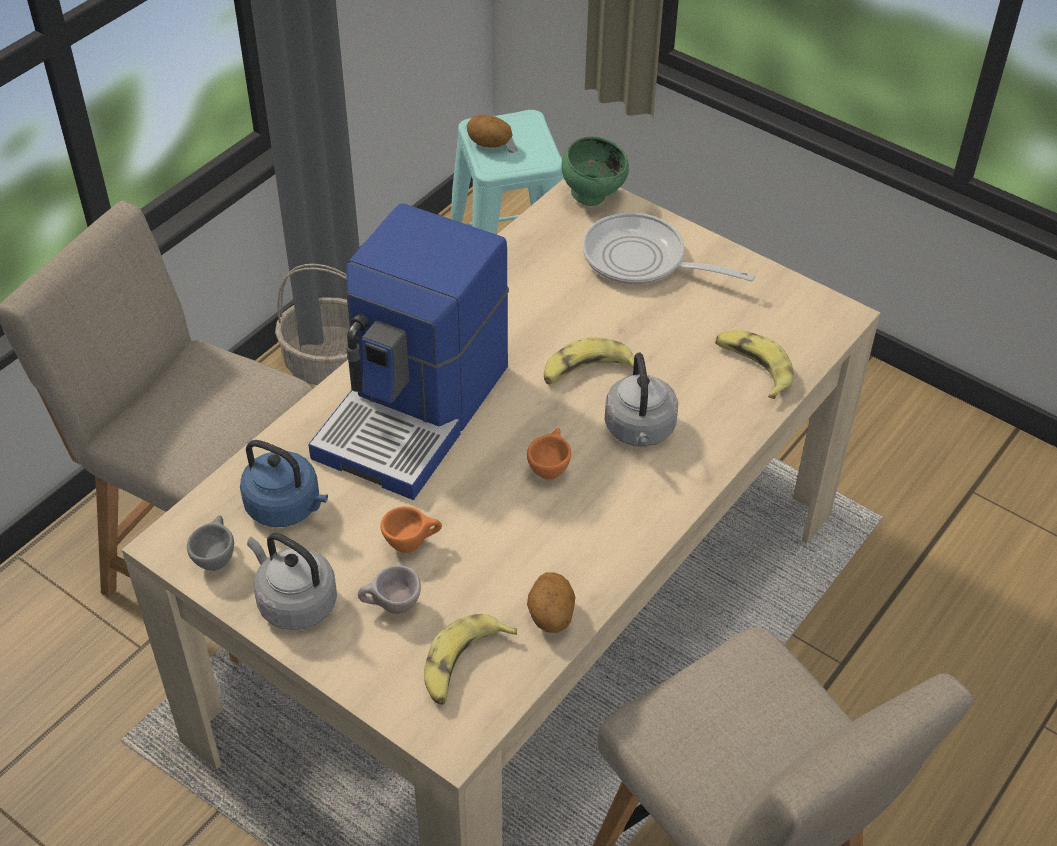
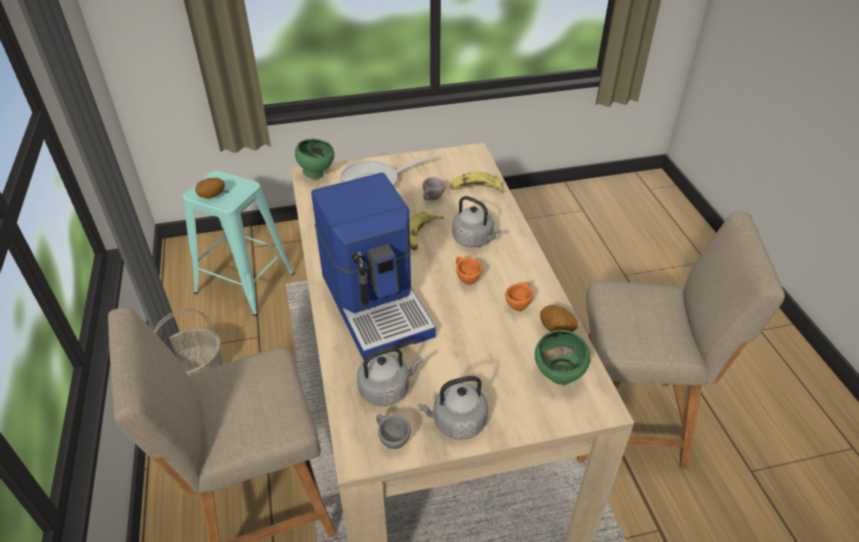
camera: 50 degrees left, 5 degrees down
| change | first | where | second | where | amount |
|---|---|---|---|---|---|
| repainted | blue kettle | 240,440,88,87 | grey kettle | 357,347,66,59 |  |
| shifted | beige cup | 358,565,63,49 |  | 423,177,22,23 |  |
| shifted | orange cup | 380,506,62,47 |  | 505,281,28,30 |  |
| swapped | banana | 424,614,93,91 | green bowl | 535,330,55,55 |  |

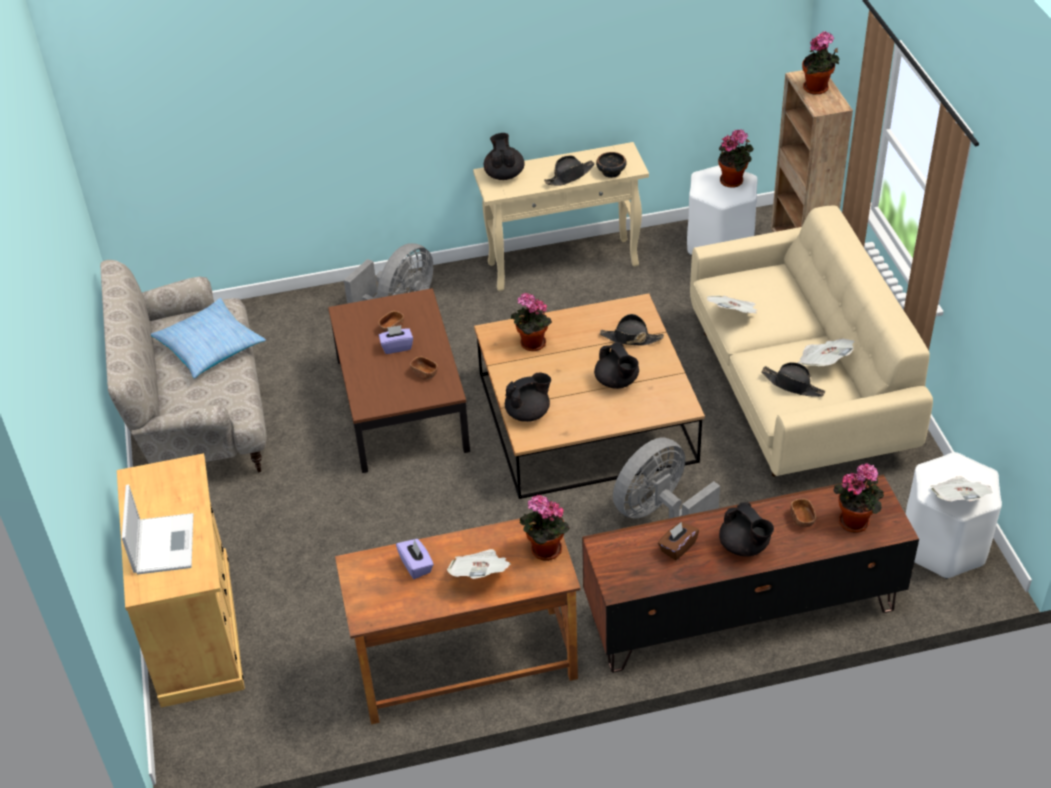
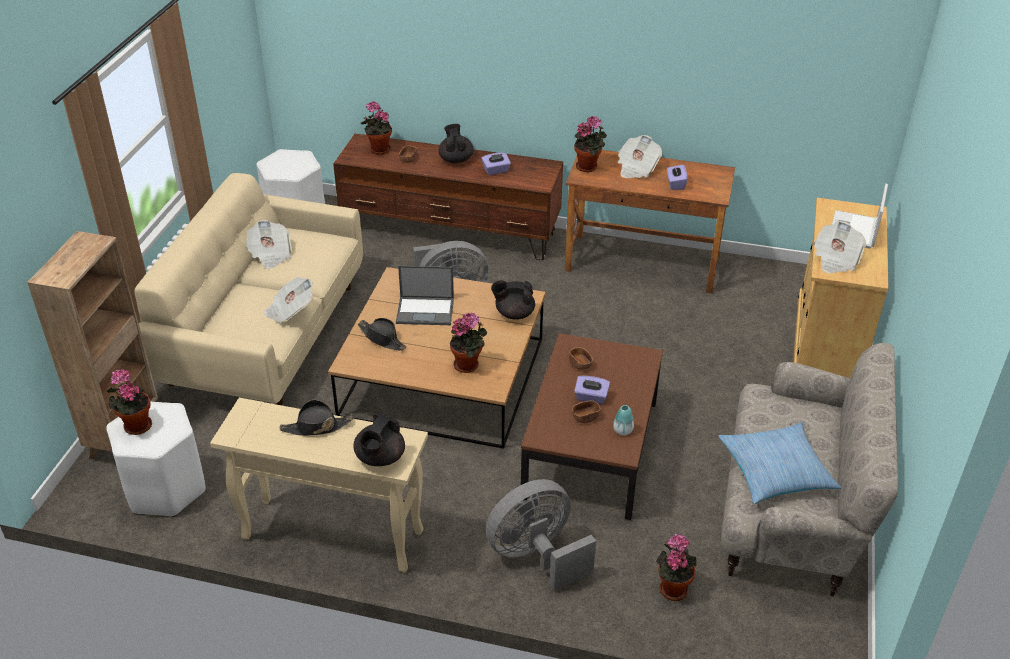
camera: 155 degrees left, 5 degrees down
| change | first | where | second | where | amount |
|---|---|---|---|---|---|
| swapped | black teapot | 594,342,45,47 | laptop | 396,266,58,59 |  |
| gone | bowl | 596,152,31,26 |  |  |  |
| repainted | brown tissue box | 658,522,41,38 | purple tissue box | 481,152,30,23 |  |
| gone | black hat | 761,362,64,35 |  |  |  |
| shifted | potted plant | 802,31,38,63 |  | 656,533,41,68 |  |
| shifted | newspaper | 930,476,63,25 |  | 814,221,52,52 |  |
| new |  |  | vase | 613,405,21,30 |  |

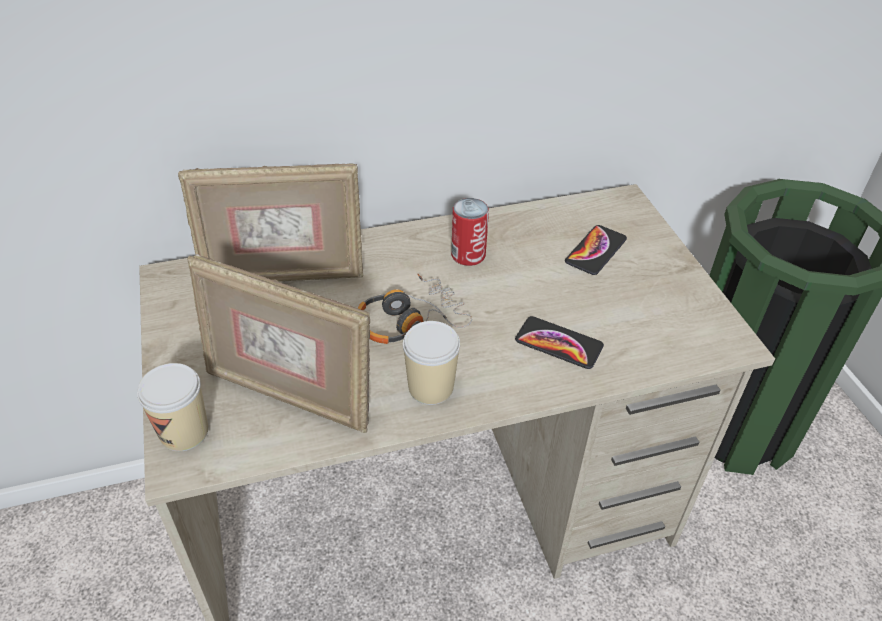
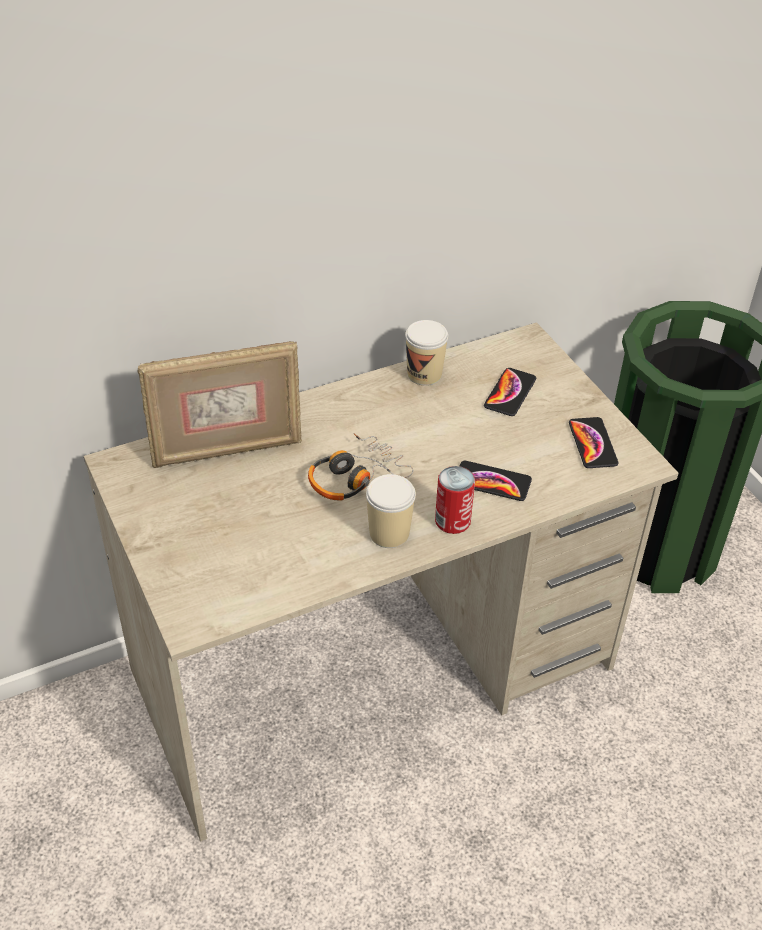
camera: 10 degrees left, 0 degrees up
| change | first | where | second | where | amount |
|---|---|---|---|---|---|
| shifted | cup | 137,363,71,89 |  | 405,320,43,66 |  |
| gone | picture frame | 187,254,183,179 |  |  |  |
| shifted | can | 451,198,38,68 |  | 435,466,40,68 |  |
| new |  |  | phone | 569,417,50,51 |  |

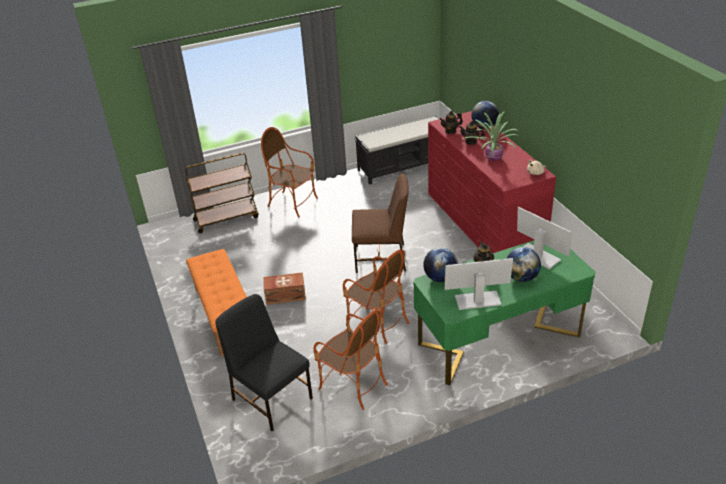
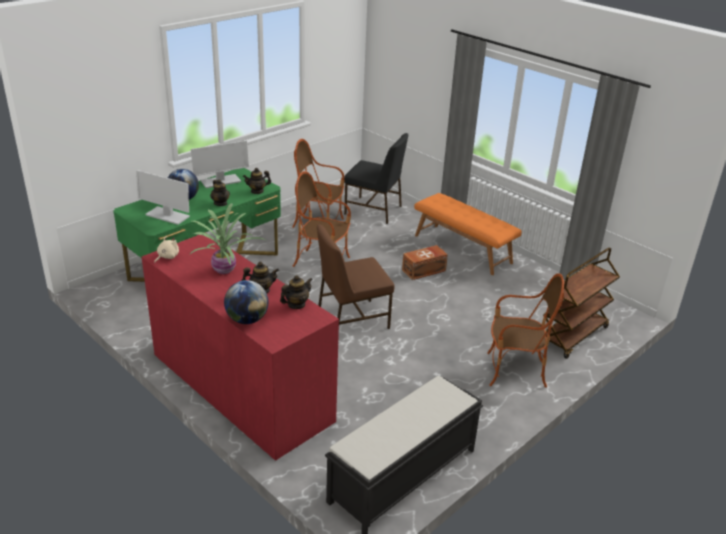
camera: 155 degrees right, 5 degrees down
| change | first | where | second | where | amount |
|---|---|---|---|---|---|
| swapped | globe | 423,248,35,34 | teapot | 243,168,28,26 |  |

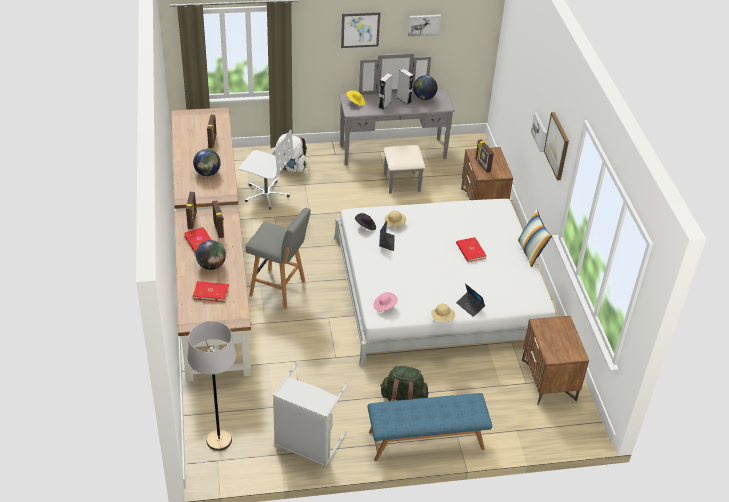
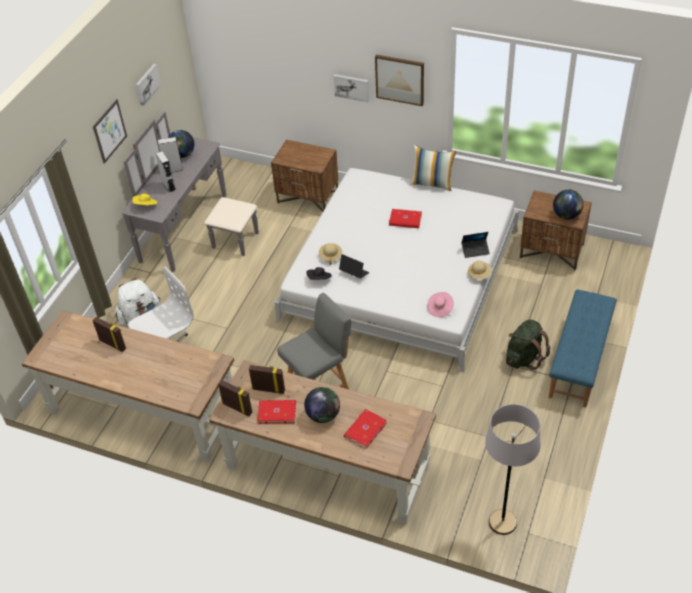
camera: 55 degrees left, 5 degrees up
| change | first | where | second | where | amount |
|---|---|---|---|---|---|
| shifted | globe | 193,149,28,27 |  | 553,190,31,29 |  |
| gone | grey laundry basket | 273,362,76,105 |  |  |  |
| gone | picture frame | 475,139,19,34 |  |  |  |

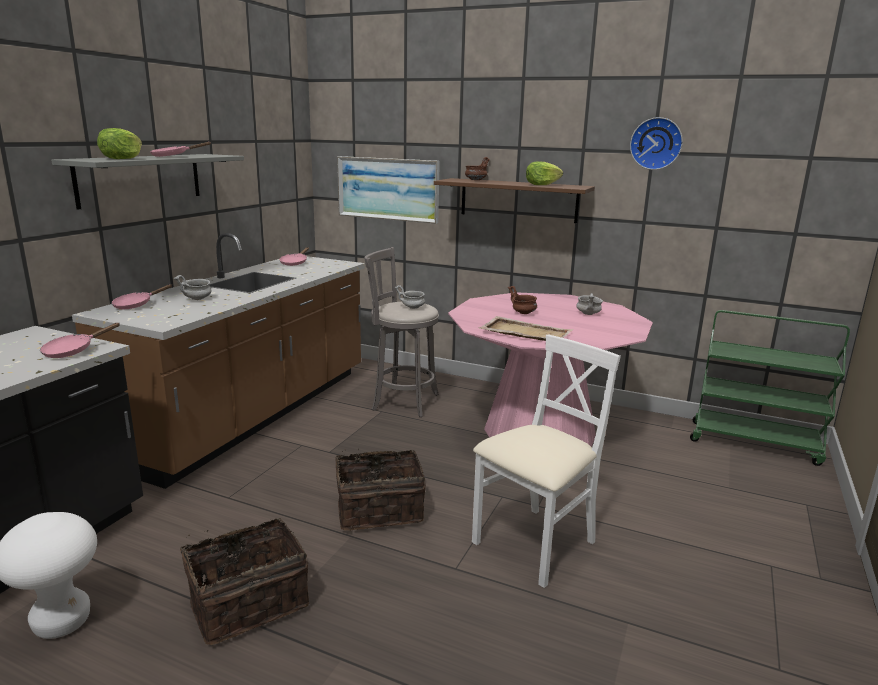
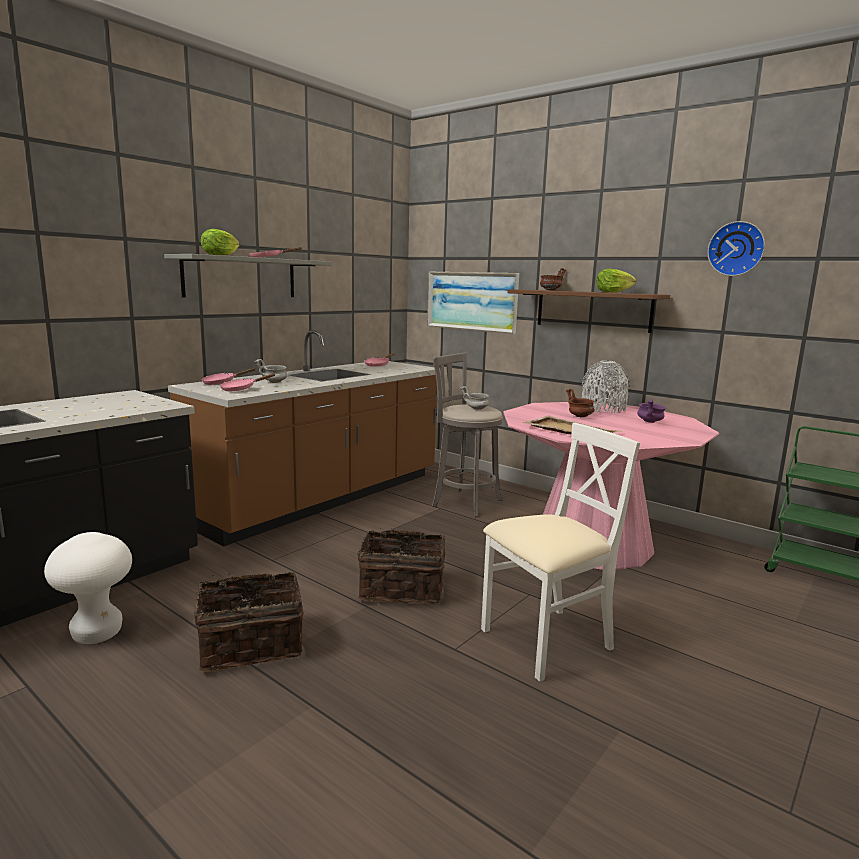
camera: 15 degrees right, 5 degrees down
| change | first | where | second | where | amount |
|---|---|---|---|---|---|
| shifted | pink frying pan | 40,323,80,35 |  | 220,373,55,18 |  |
| repainted | grey bowl | 576,293,27,22 | purple bowl | 637,399,29,24 |  |
| new |  |  | grey vase | 582,361,48,52 |  |

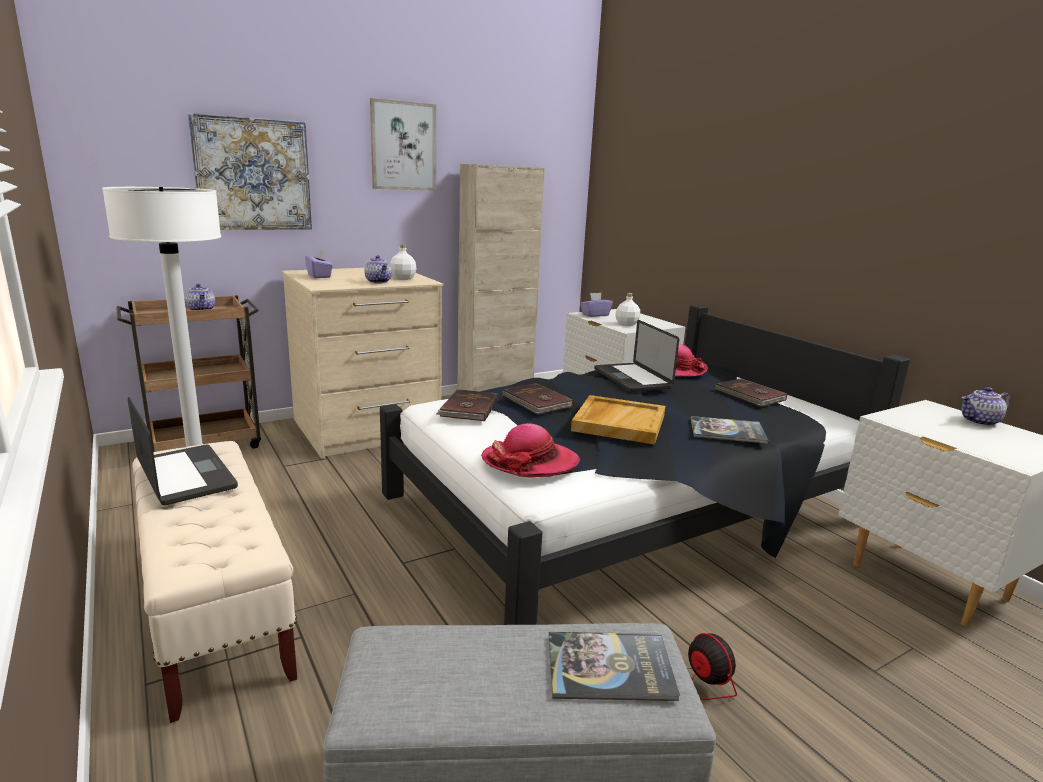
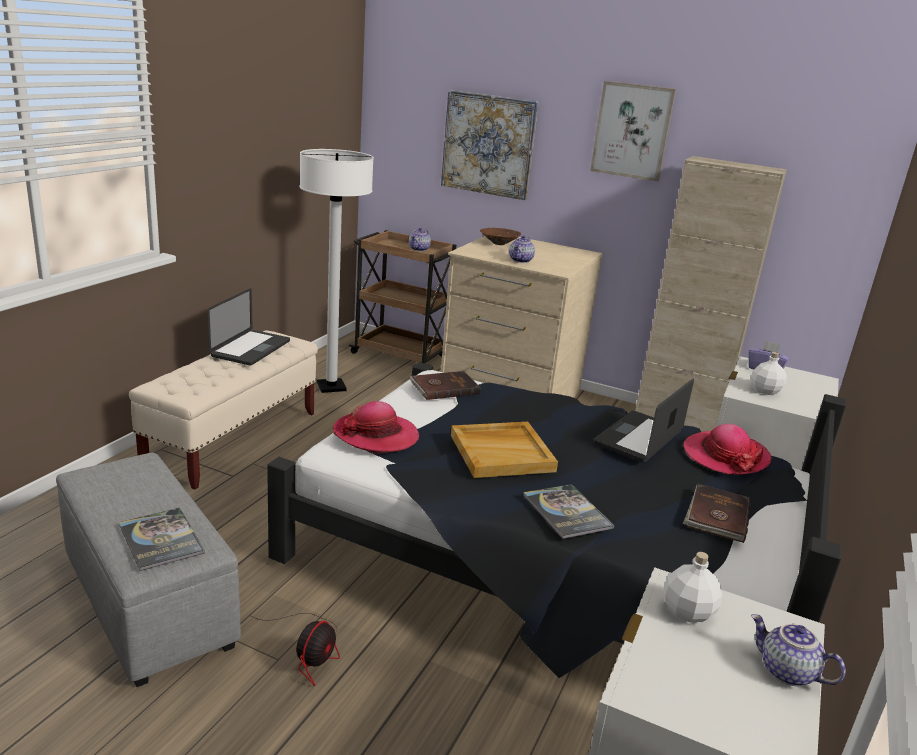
camera: 55 degrees right, 5 degrees up
| change | first | where | second | where | amount |
|---|---|---|---|---|---|
| swapped | purple tissue box | 305,250,28,28 | brown bowl | 480,228,41,17 |  |
| shifted | white bottle | 390,244,26,36 |  | 664,552,58,70 |  |
| gone | brown book | 502,383,71,32 |  |  |  |

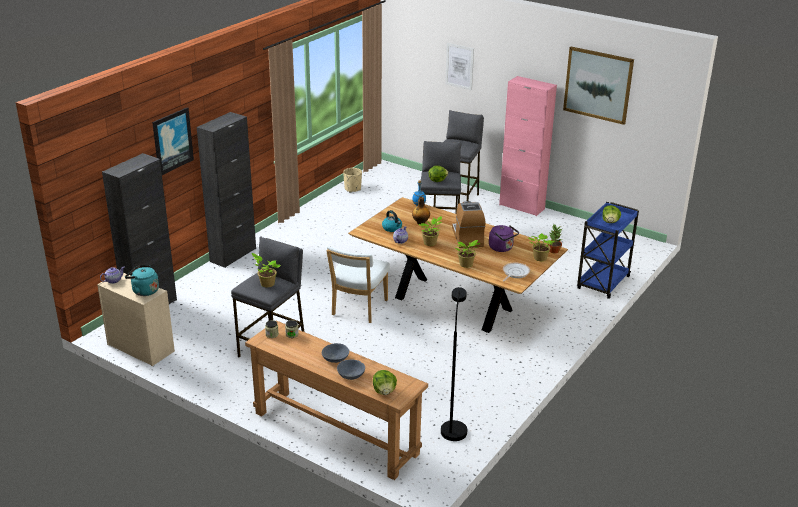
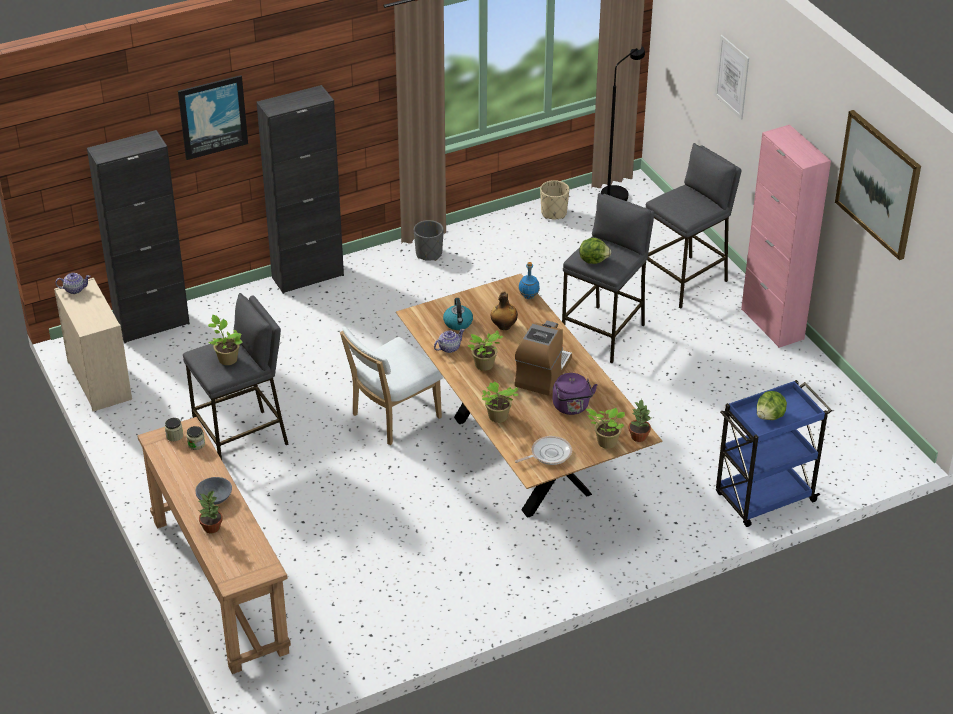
camera: 30 degrees right, 10 degrees up
| change | first | where | second | where | amount |
|---|---|---|---|---|---|
| gone | turquoise kettle | 125,265,34,31 |  |  |  |
| swapped | grey bowl | 337,360,28,20 | potted plant | 199,490,24,43 |  |
| gone | lettuce | 373,370,24,25 |  |  |  |
| shifted | black floor lamp | 441,287,26,154 |  | 601,46,44,155 |  |
| new |  |  | grey planter | 414,220,30,41 |  |

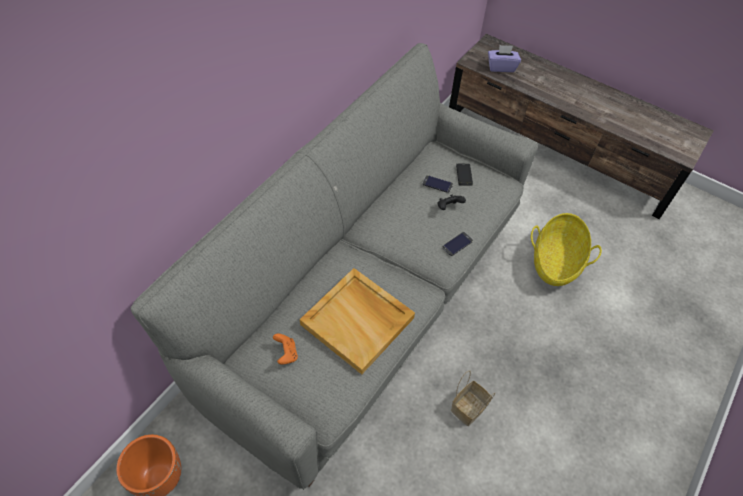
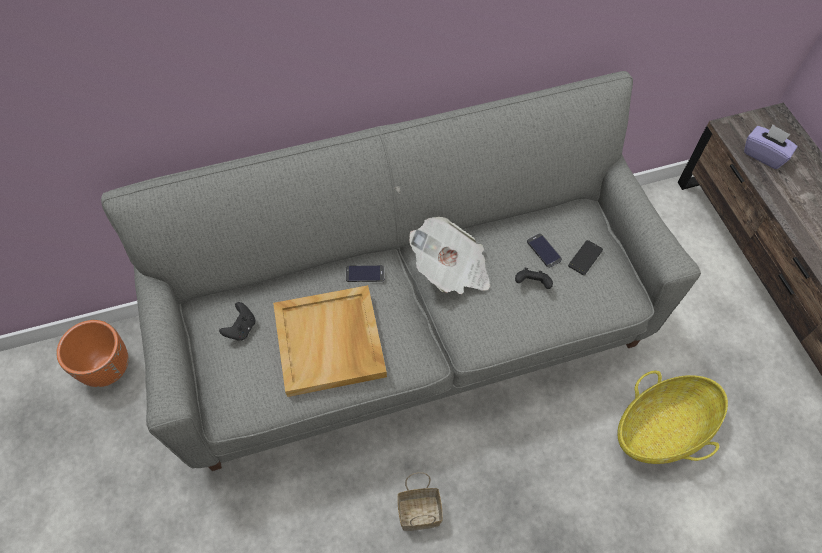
camera: 40 degrees right, 5 degrees up
| change | first | where | second | where | amount |
|---|---|---|---|---|---|
| repainted | orange game controller | 273,333,25,32 | black game controller | 219,302,36,39 |  |
| shifted | phone | 442,232,31,24 |  | 345,265,40,17 |  |
| new |  |  | newspaper | 409,217,81,77 |  |

